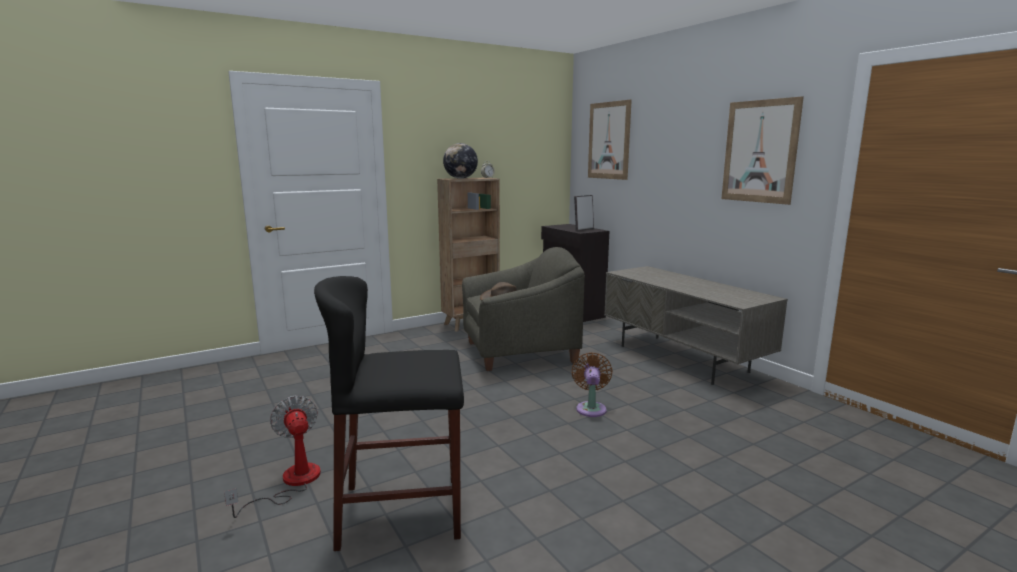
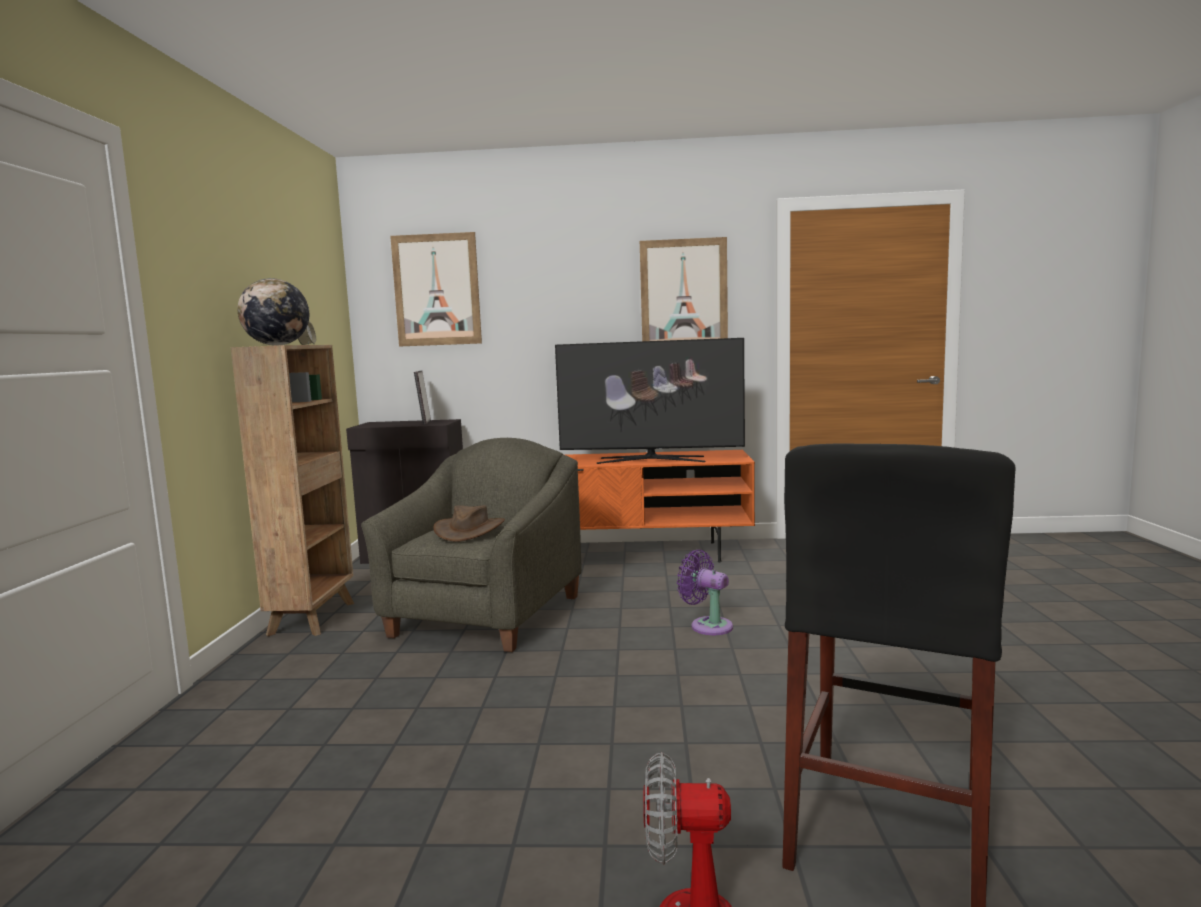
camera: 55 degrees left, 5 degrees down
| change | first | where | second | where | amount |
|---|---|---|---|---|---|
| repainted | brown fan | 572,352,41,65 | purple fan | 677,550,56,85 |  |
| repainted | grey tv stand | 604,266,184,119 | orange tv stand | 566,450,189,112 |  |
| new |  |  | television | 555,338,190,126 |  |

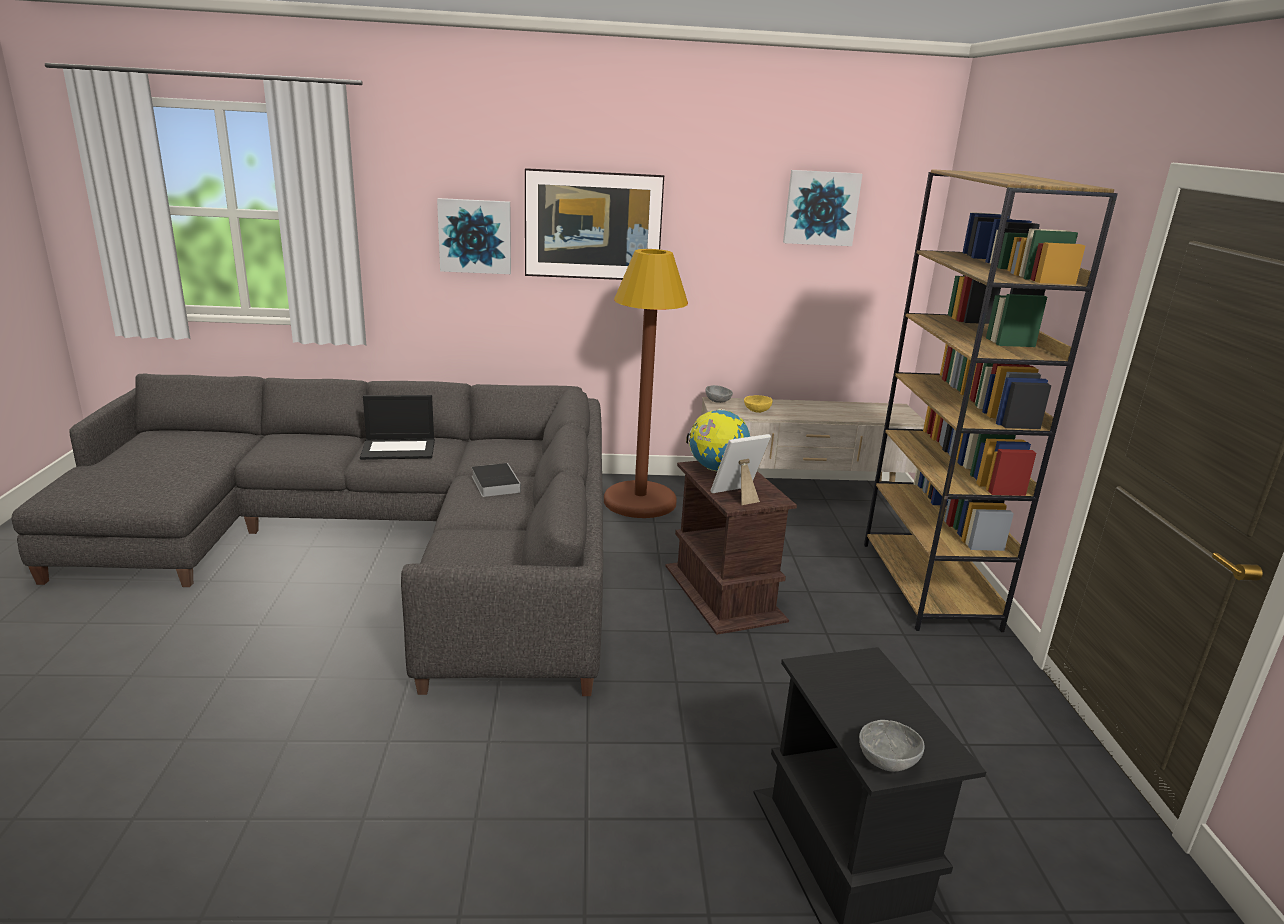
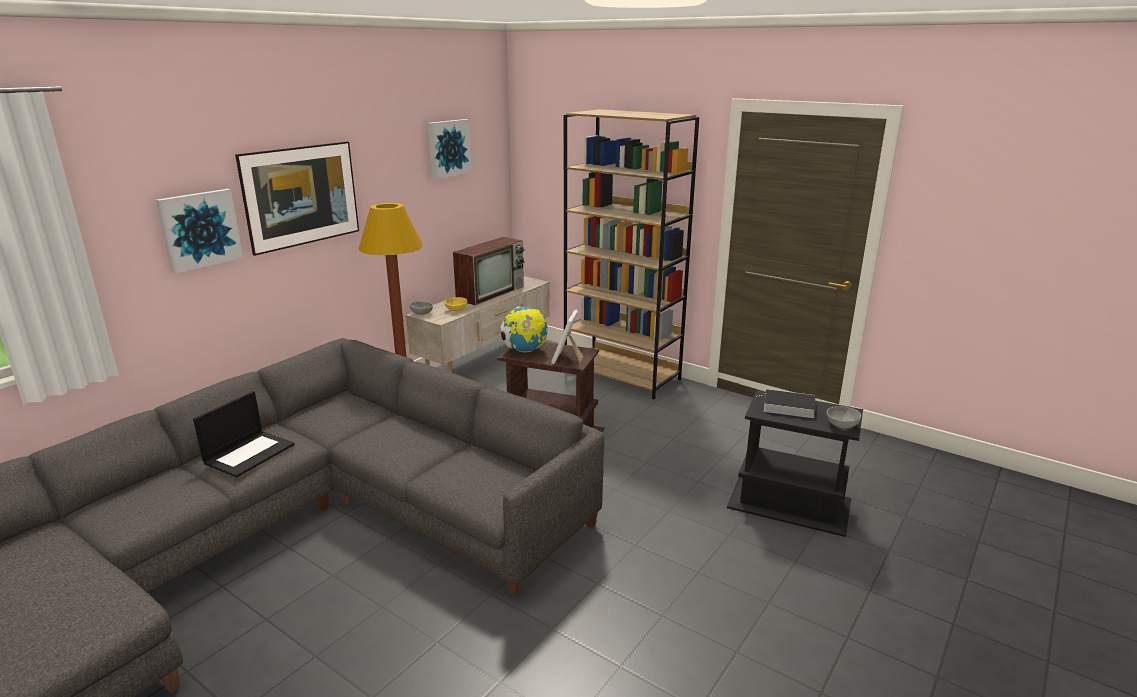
camera: 50 degrees left, 0 degrees up
| change | first | where | second | where | amount |
|---|---|---|---|---|---|
| shifted | book | 471,463,50,34 |  | 756,389,60,29 |  |
| new |  |  | television | 453,237,72,68 |  |

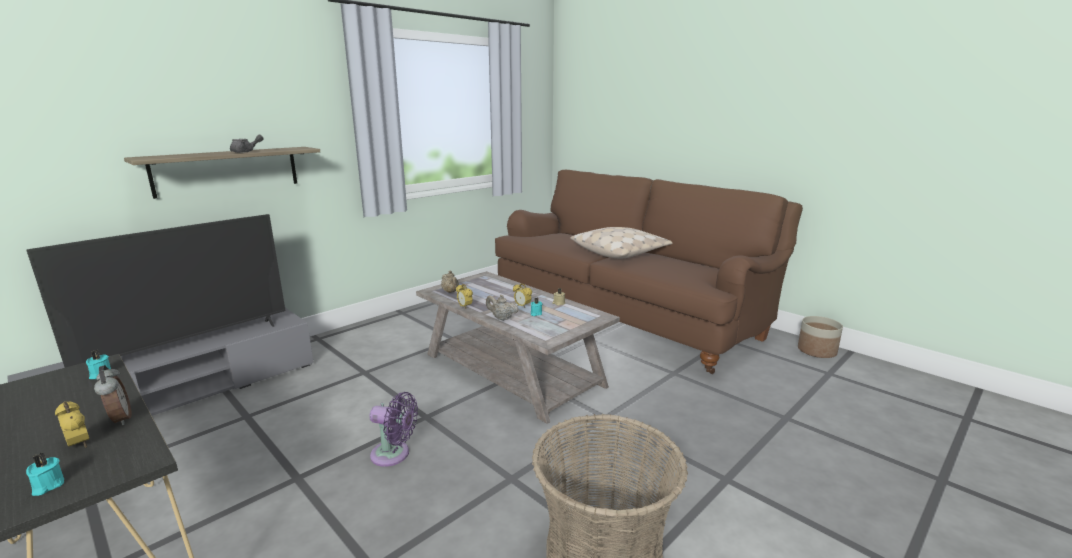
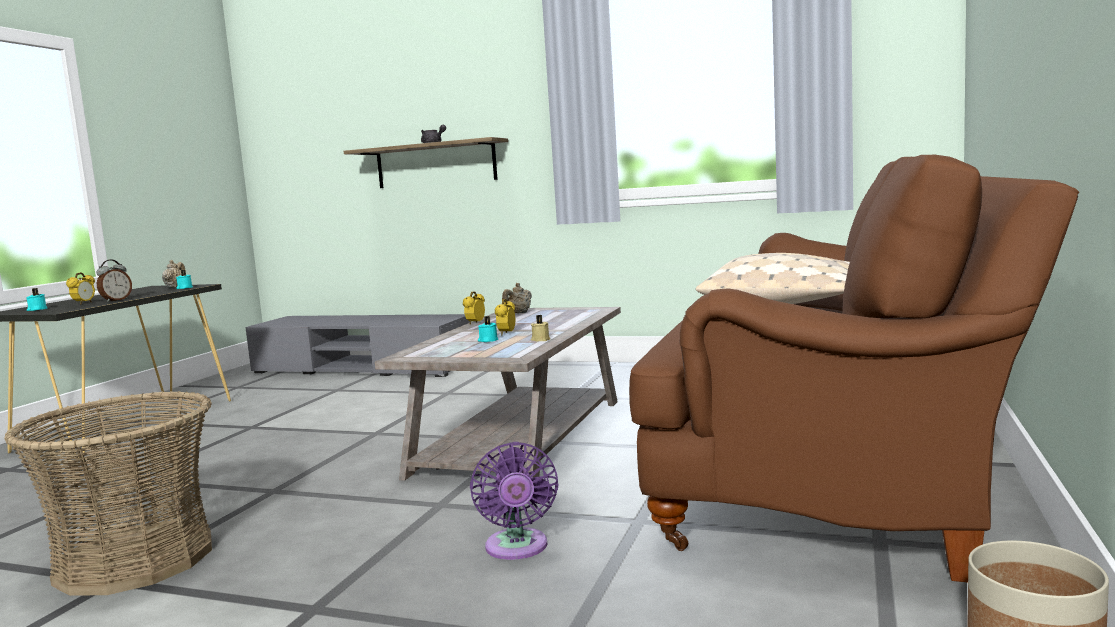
camera: 65 degrees right, 10 degrees down
| change | first | where | second | where | amount |
|---|---|---|---|---|---|
| gone | television | 27,214,259,154 |  |  |  |
| shifted | purple fan | 369,392,49,75 |  | 470,442,89,118 |  |
| shifted | beige teapot | 486,295,32,26 |  | 162,260,24,28 |  |

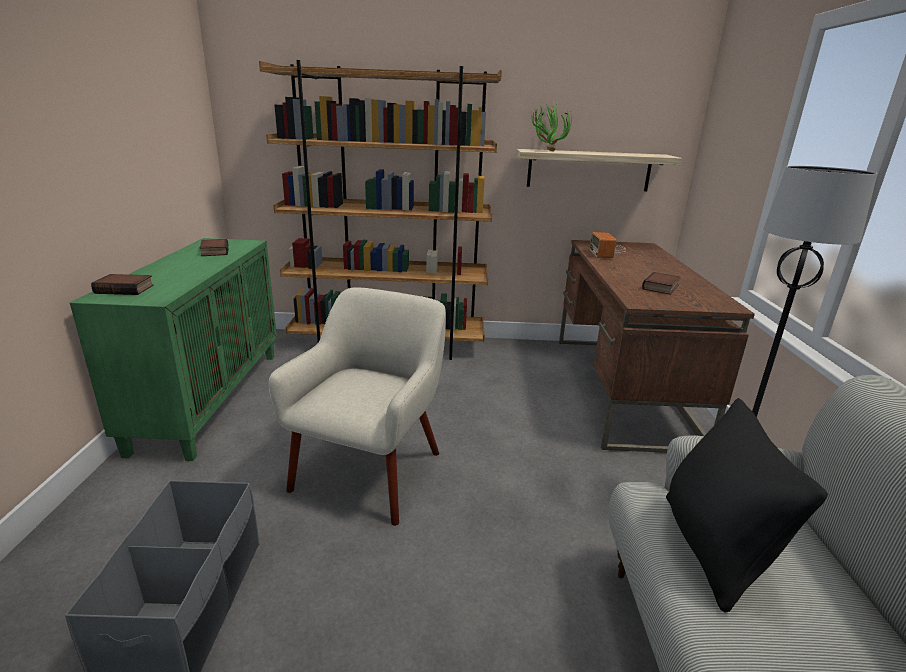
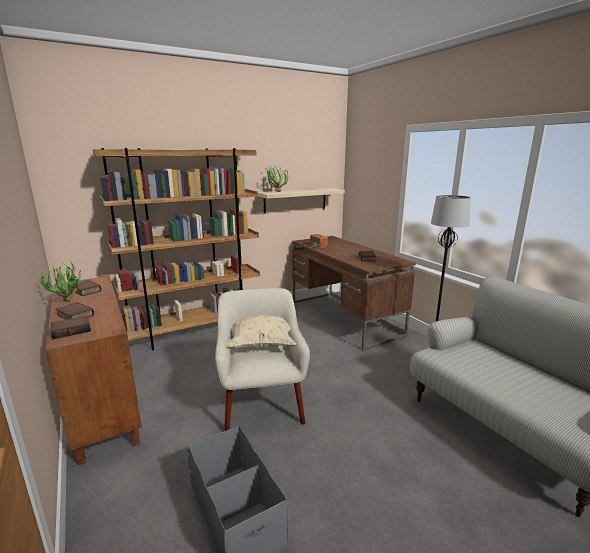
camera: 30 degrees left, 5 degrees down
| change | first | where | second | where | amount |
|---|---|---|---|---|---|
| repainted | green cabinet | 70,238,207,223 | brown cabinet | 45,276,97,189 |  |
| gone | black pillow | 666,398,162,215 |  |  |  |
| new |  |  | potted plant | 38,260,43,41 |  |
| new |  |  | book | 56,302,38,18 |  |
| new |  |  | beige pillow | 226,315,70,33 |  |

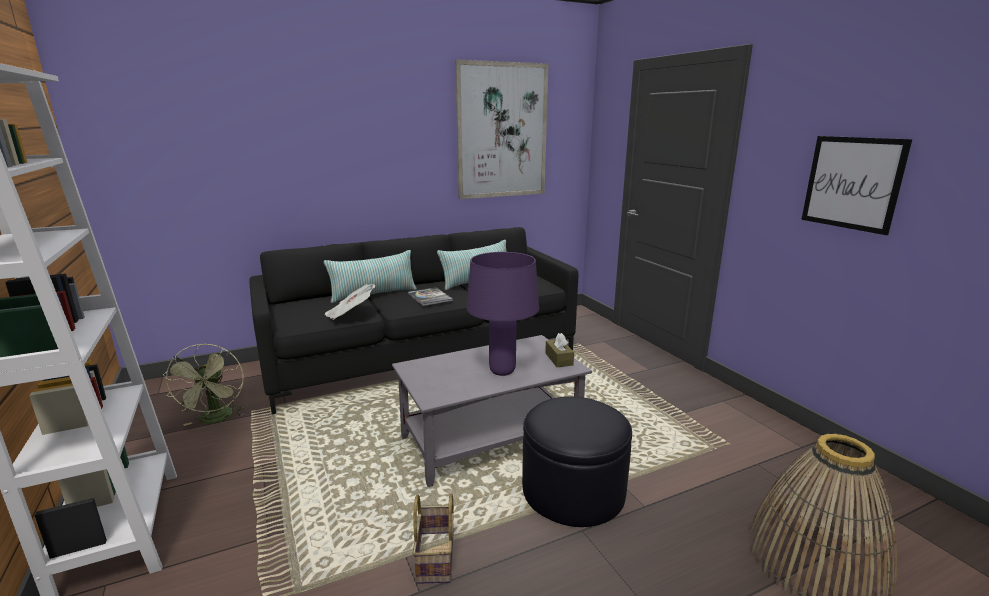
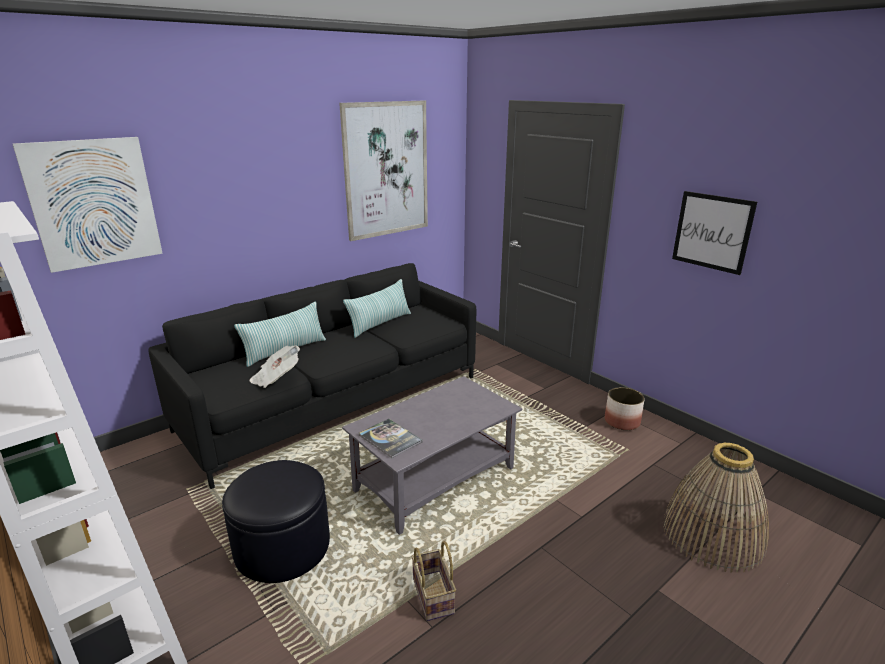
camera: 15 degrees left, 5 degrees up
| change | first | where | second | where | amount |
|---|---|---|---|---|---|
| gone | green fan | 163,344,81,82 |  |  |  |
| shifted | book | 408,287,45,19 |  | 359,419,64,39 |  |
| gone | purple table lamp | 466,252,73,124 |  |  |  |
| shifted | black ottoman | 522,396,110,131 |  | 222,460,108,123 |  |
| gone | brown tissue box | 545,333,29,34 |  |  |  |
| new |  |  | picture | 13,137,150,136 |  |
| new |  |  | planter | 605,387,40,43 |  |

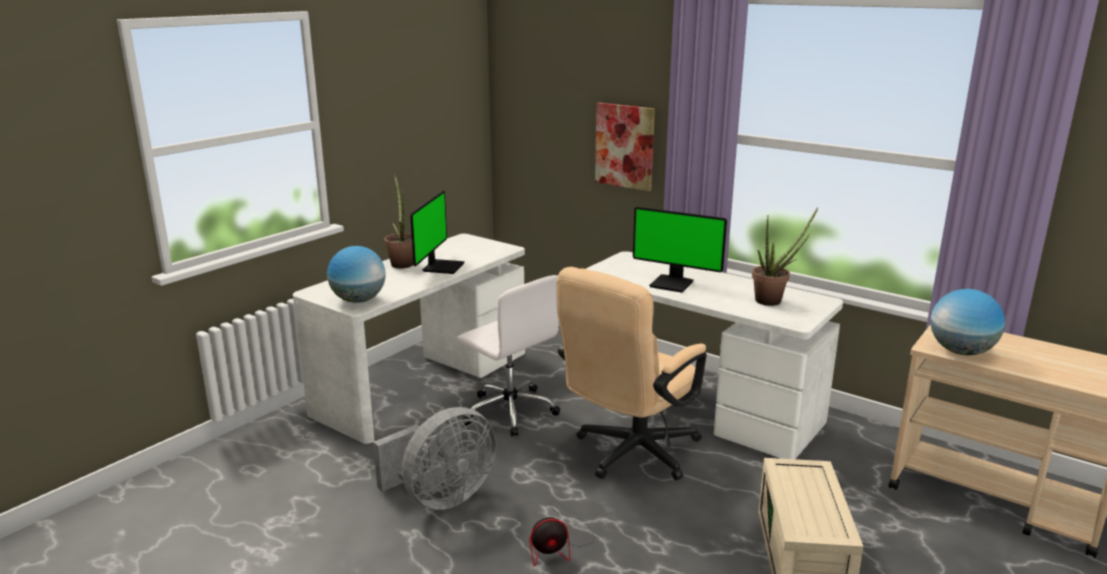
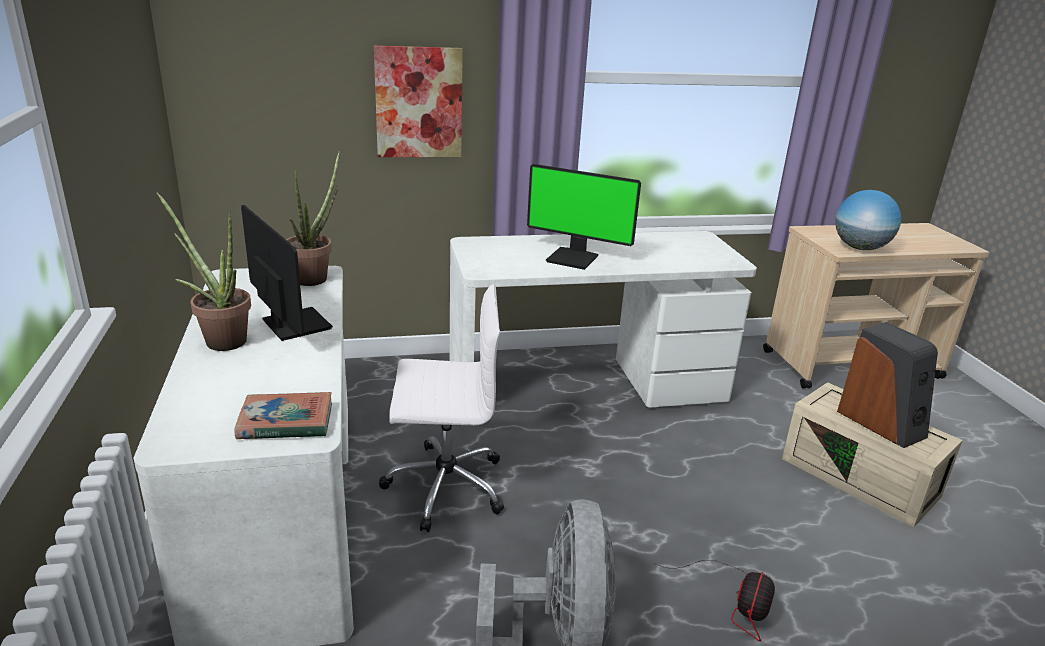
camera: 50 degrees left, 5 degrees up
| change | first | where | second | where | amount |
|---|---|---|---|---|---|
| swapped | globe | 327,246,59,57 | book | 235,392,97,47 |  |
| gone | beige office chair | 556,267,151,213 |  |  |  |
| rotated | monitor | 633,207,94,86 |  | 527,164,114,106 | 45 degrees clockwise |
| shifted | potted plant | 752,207,66,99 |  | 286,151,54,135 |  |
| new |  |  | speaker | 837,322,101,126 |  |

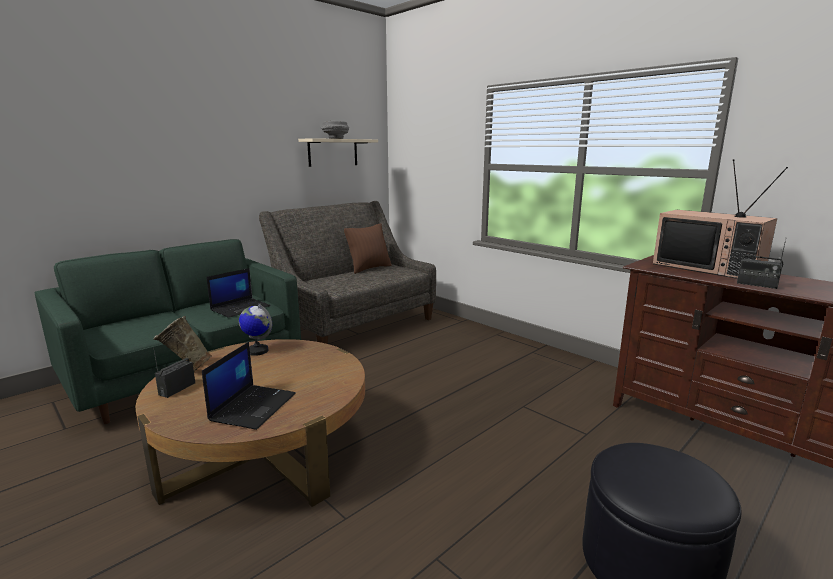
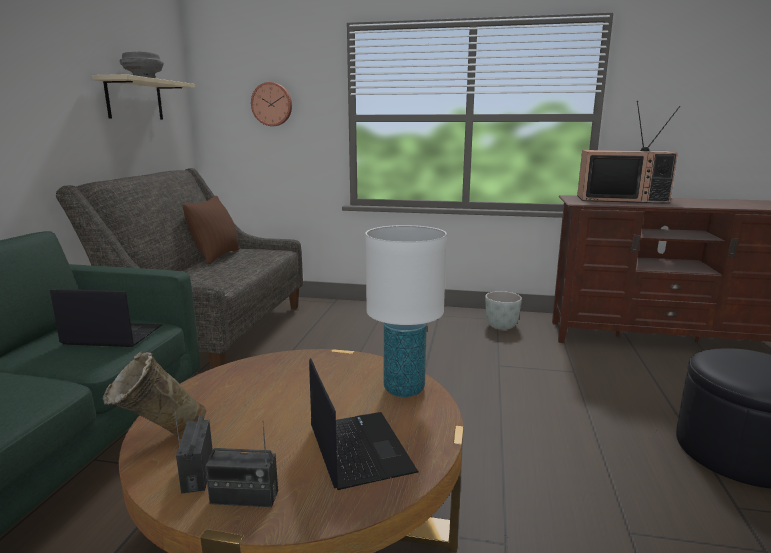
camera: 35 degrees left, 0 degrees up
| change | first | where | second | where | amount |
|---|---|---|---|---|---|
| rotated | laptop | 206,268,65,50 |  | 50,289,112,58 | 90 degrees counterclockwise |
| gone | globe | 239,304,33,52 |  |  |  |
| shifted | radio | 737,239,49,50 |  | 205,420,73,87 |  |
| new |  |  | wall clock | 251,82,41,44 |  |
| new |  |  | white table lamp | 365,225,82,172 |  |
| new |  |  | grey planter | 485,291,37,39 |  |

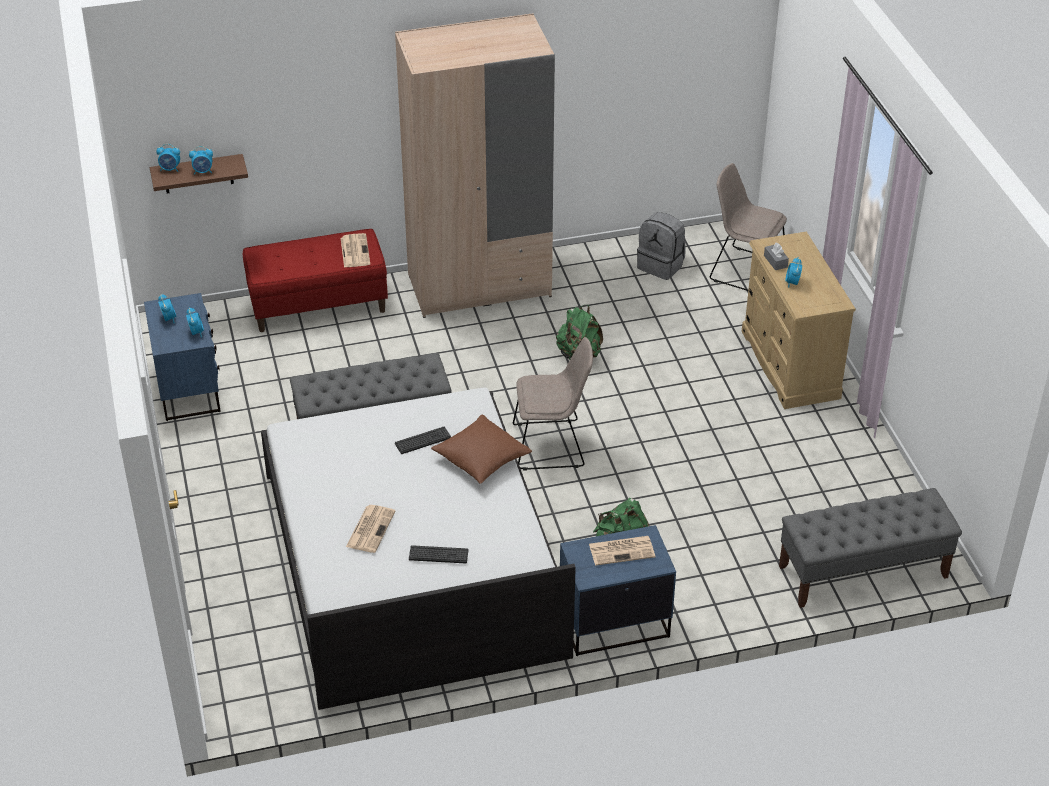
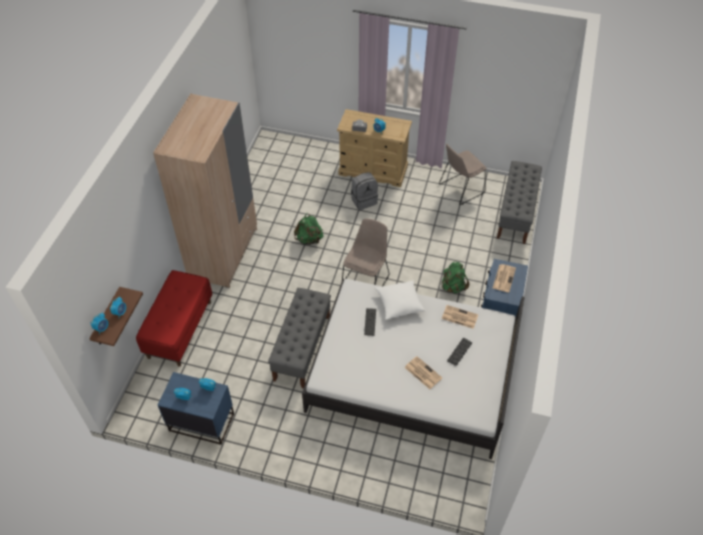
camera: 60 degrees left, 10 degrees up
| change | first | where | second | where | amount |
|---|---|---|---|---|---|
| shifted | newspaper | 341,233,29,35 |  | 442,305,36,24 |  |
| repainted | brown pillow | 431,415,101,69 | white pillow | 374,281,52,39 |  |
| shifted | grey backpack | 637,212,49,68 |  | 351,172,27,38 |  |
| shifted | beige chair | 710,163,77,128 |  | 439,144,48,61 |  |

